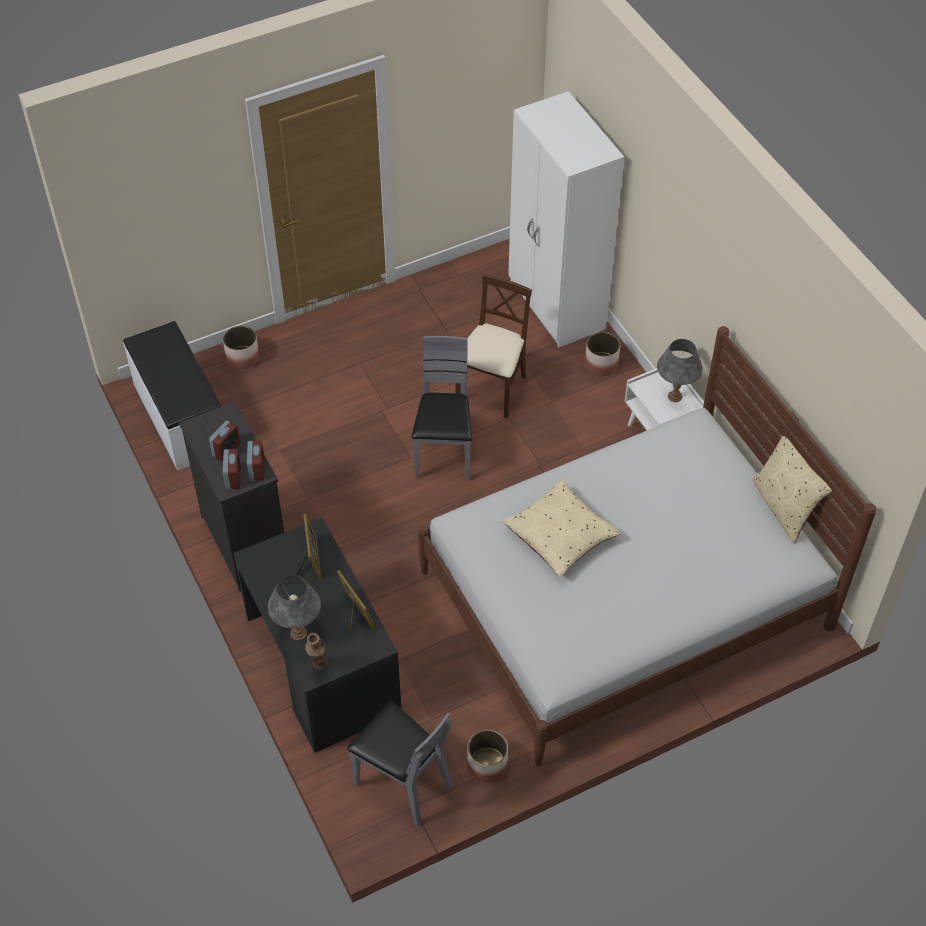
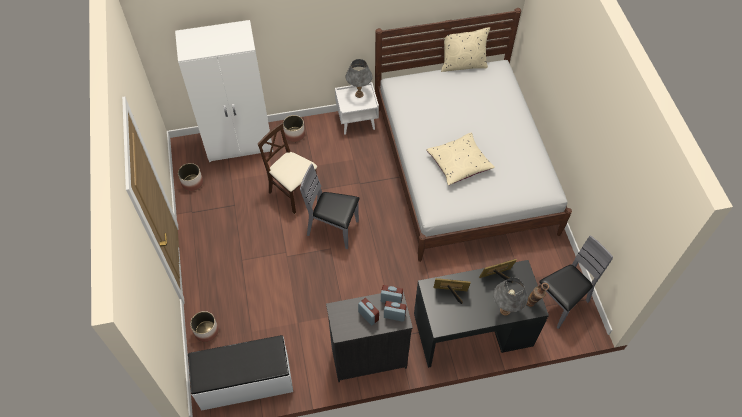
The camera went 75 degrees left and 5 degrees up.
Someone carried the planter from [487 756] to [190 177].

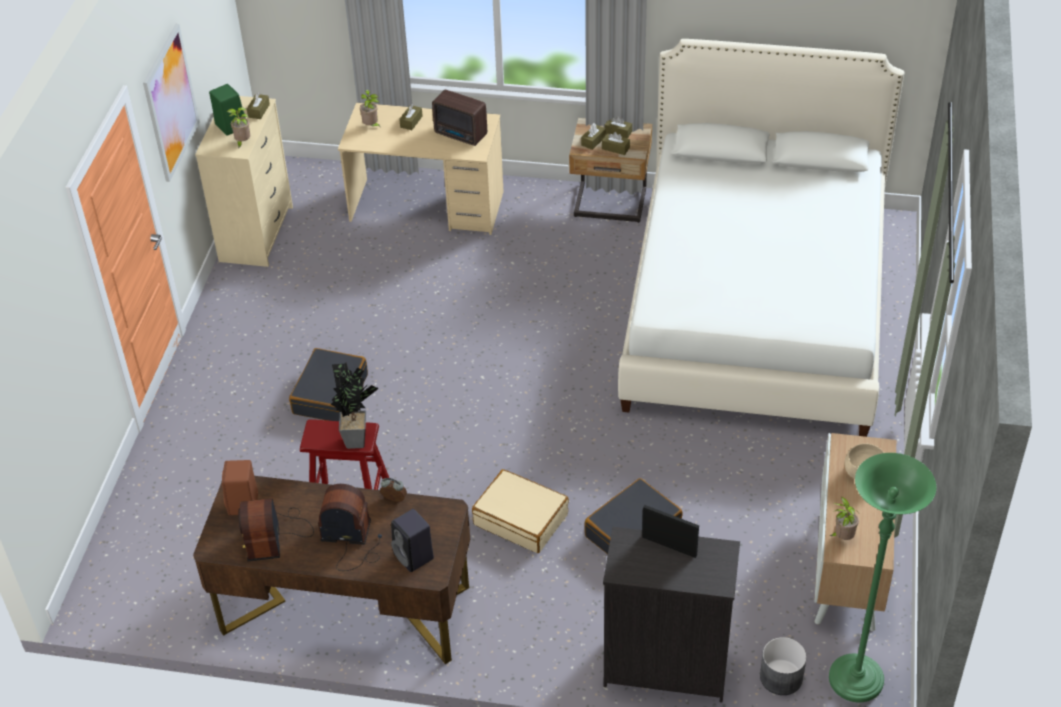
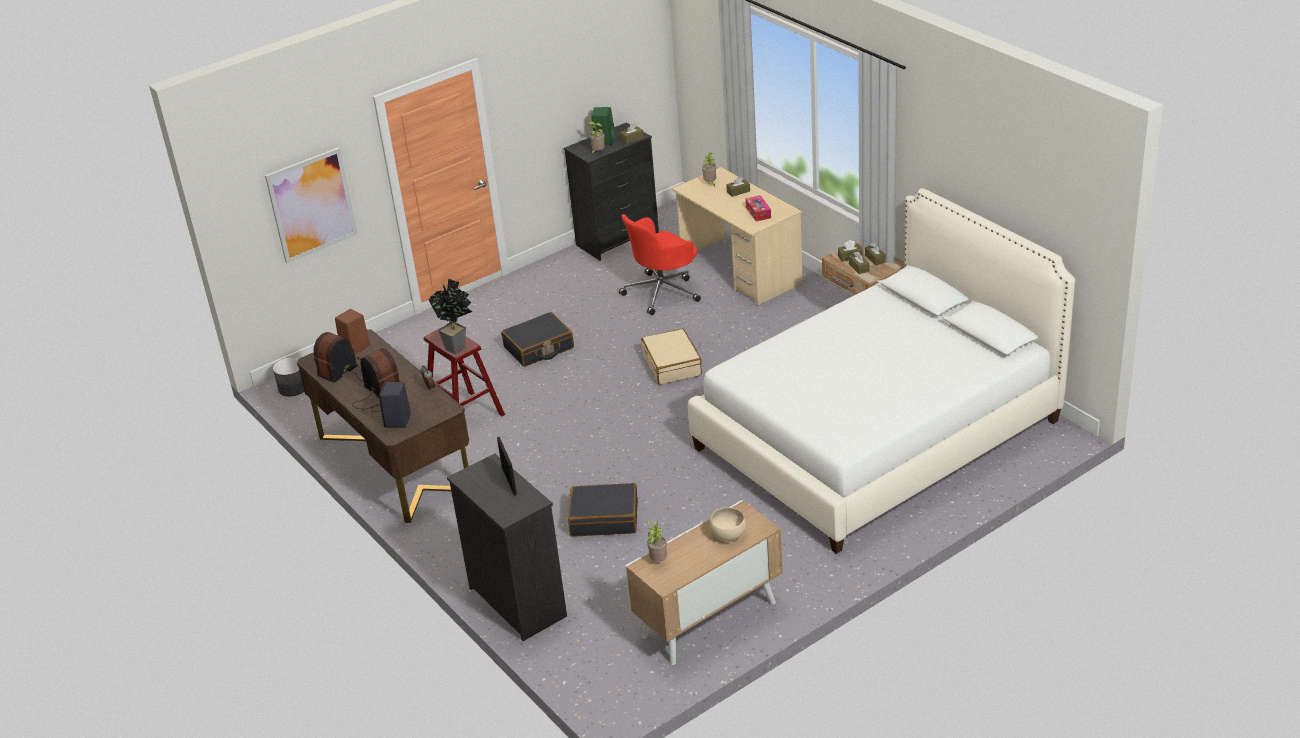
The camera went 45 degrees right and 10 degrees down.
Someone took away the standard lamp (green-coloured) at [883 578].
Someone put down the computer chair (red) at [660 264].
Someone carried the wall picture from [171 103] to [311 205].
Someone carried the piece of luggage (beige-coloured) from [520 511] to [671 356].
Someone carried the planter (grey) from [783 666] to [288 377].
Someone swapped the radio set at [459 118] for the box of tissues at [758 208].
Someone repainted the chest of drawers (beige-coloured) at [244 181], which became the chest of drawers (black) at [611 191].

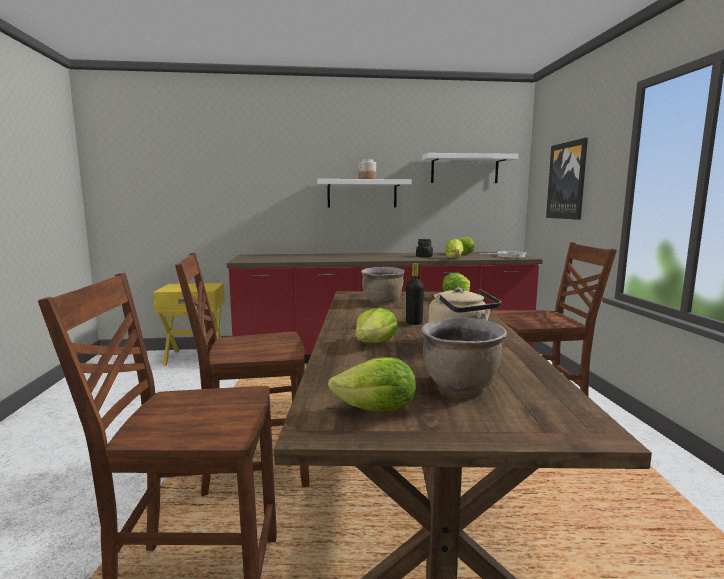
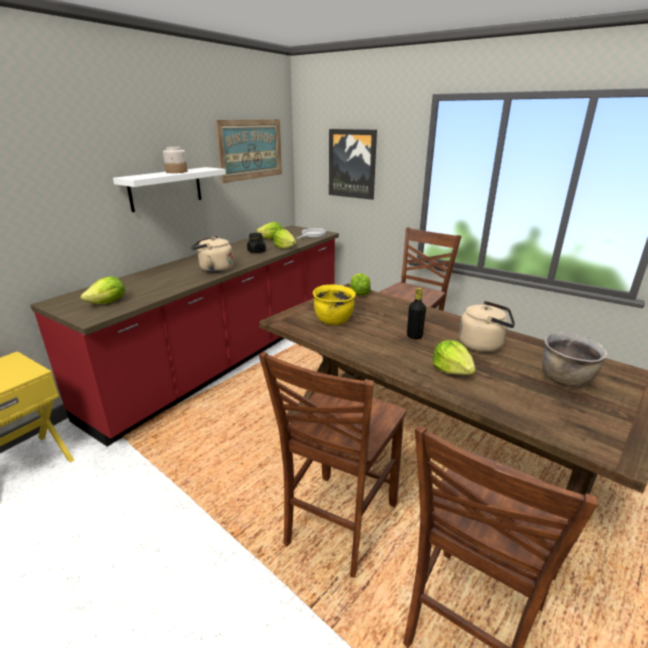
The camera went 50 degrees left and 15 degrees up.
Someone put down the kettle (beige-coloured) at [212 254].
Someone carried the lettuce from [372 384] to [103 290].
Someone swapped the shelf (white-coloured) at [470 168] for the wall picture at [248 151].
Someone repainted the cooking pot (brown) at [383 285], which became the cooking pot (yellow-coloured) at [334 304].

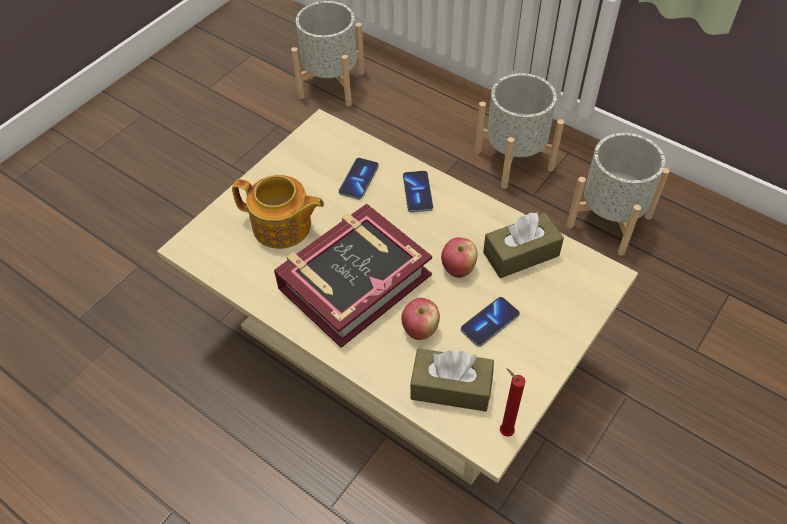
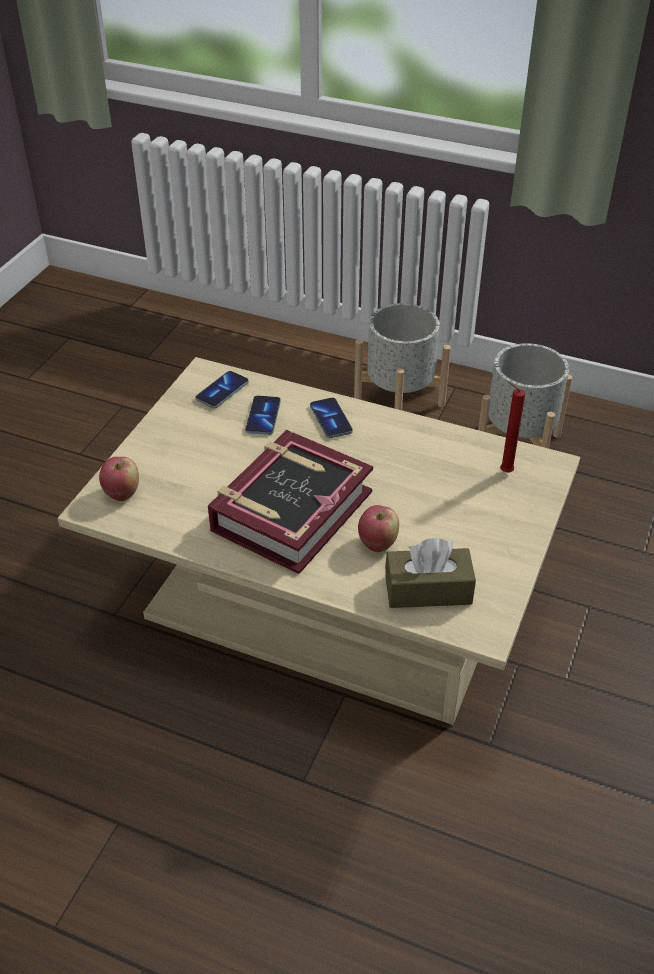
The camera went 15 degrees left and 10 degrees down.
Someone took away the teapot at [278 212].
Someone took away the planter (grey) at [328 53].
Someone took away the box of tissues (brown) at [523 245].
Someone carried the apple from [459 257] to [119 479].
Someone carried the phone from [490 322] to [222 389].
Someone carried the wax candle (red) from [512 402] to [512 426].

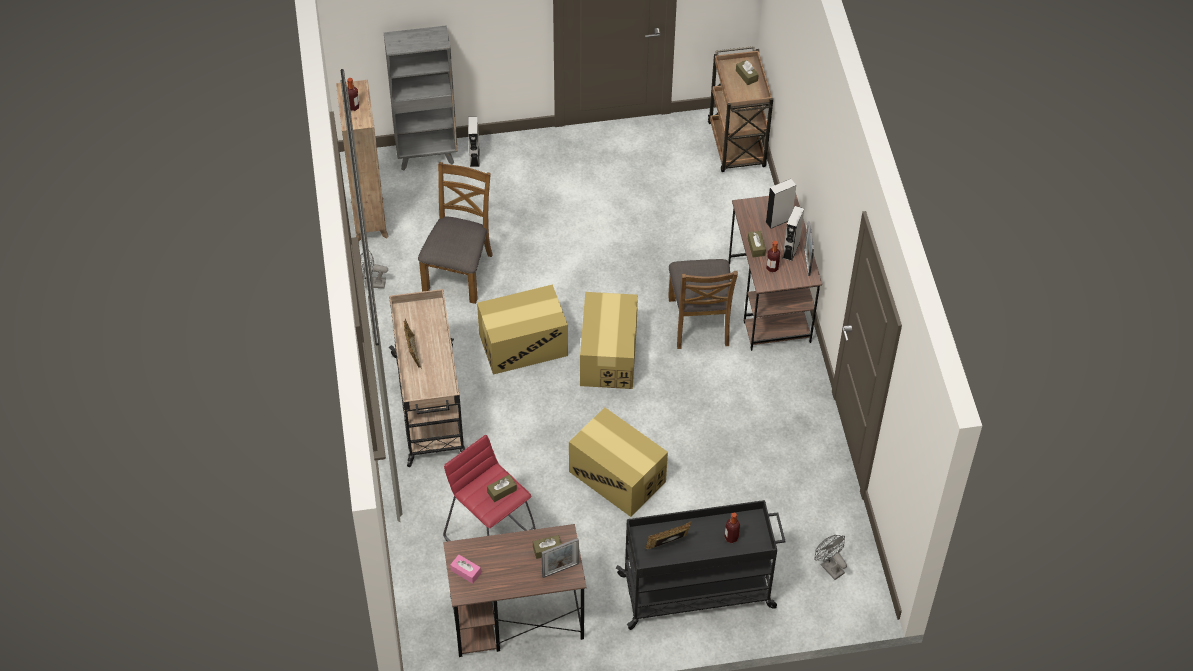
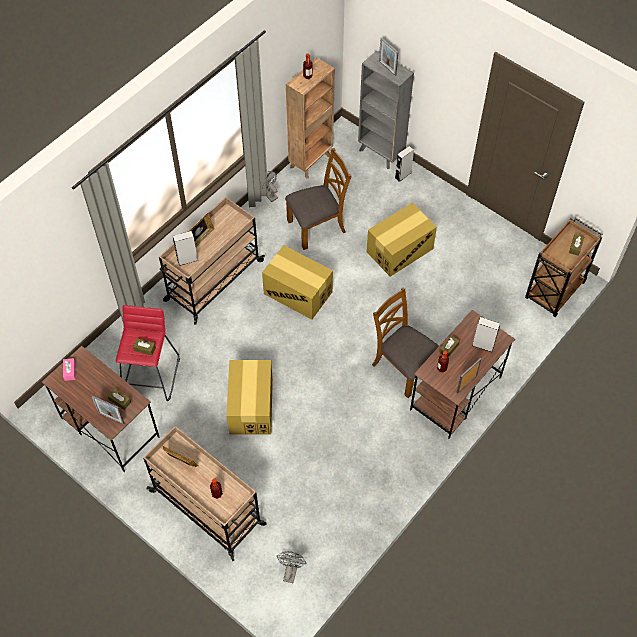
The camera went 50 degrees right and 5 degrees up.
Someone put down the photo frame at [388 56].
Someone carried the cardboard box from [609 340] to [402 240].
Someone carried the audio speaker (grey) from [793 233] to [185 248].
Someone repainted the cart (black) at [701 565], which became the cart (beige-coloured) at [205 493].
Someone rotated the chair (brown) at [703 304] by 90 degrees clockwise.

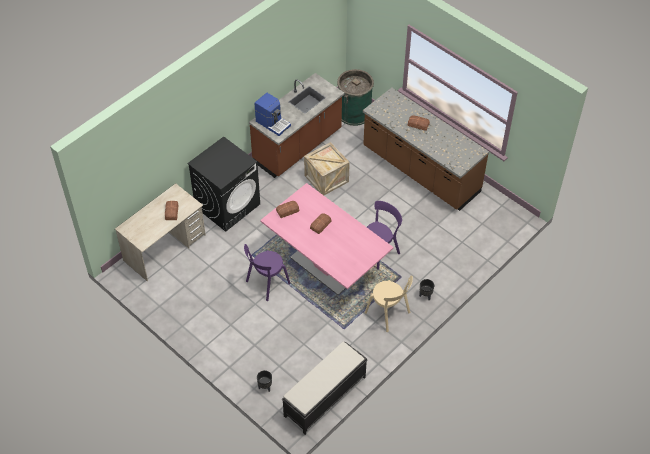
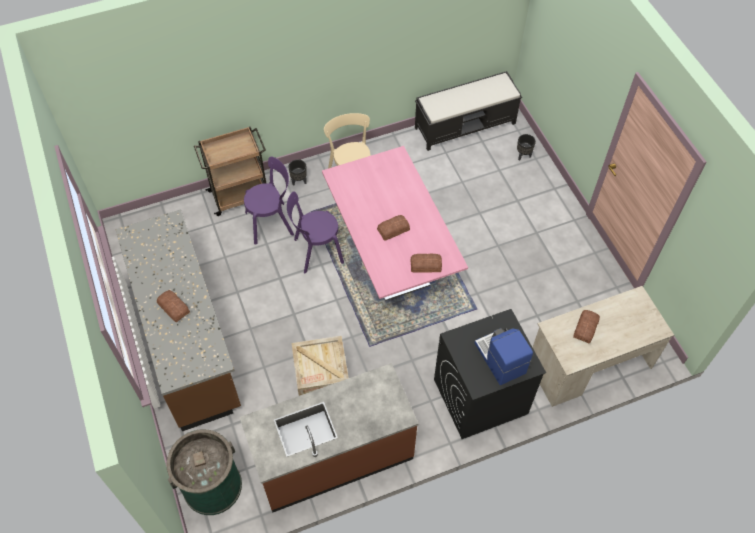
The camera went 155 degrees left and 5 degrees up.
Someone put down the cart (brown) at [230 171].
Someone carried the chair (purplish) from [267 272] to [269 200].
Someone carried the coffee machine from [273 114] to [504 356].

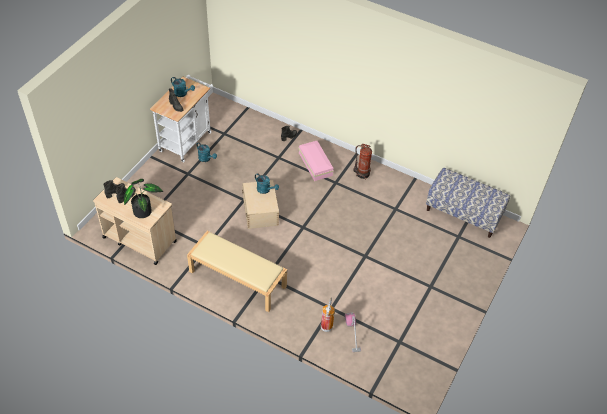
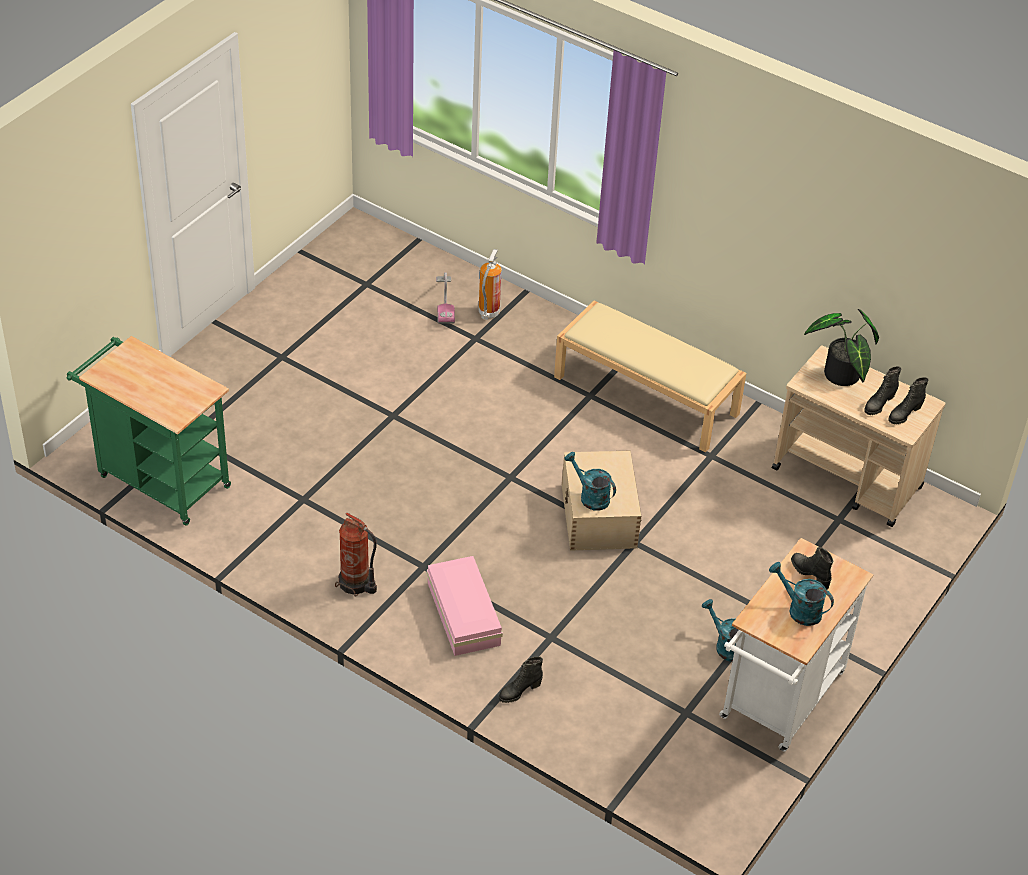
The camera went 175 degrees left and 5 degrees down.
Someone swapped the long seat at [468 203] for the cart (green-coloured) at [149 431].

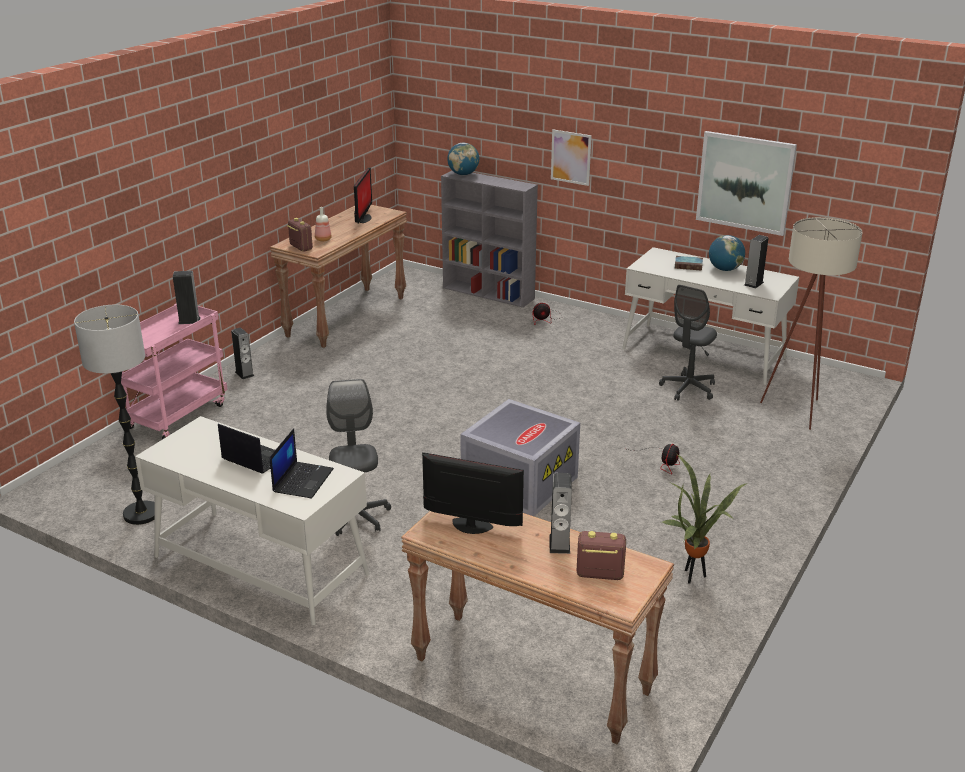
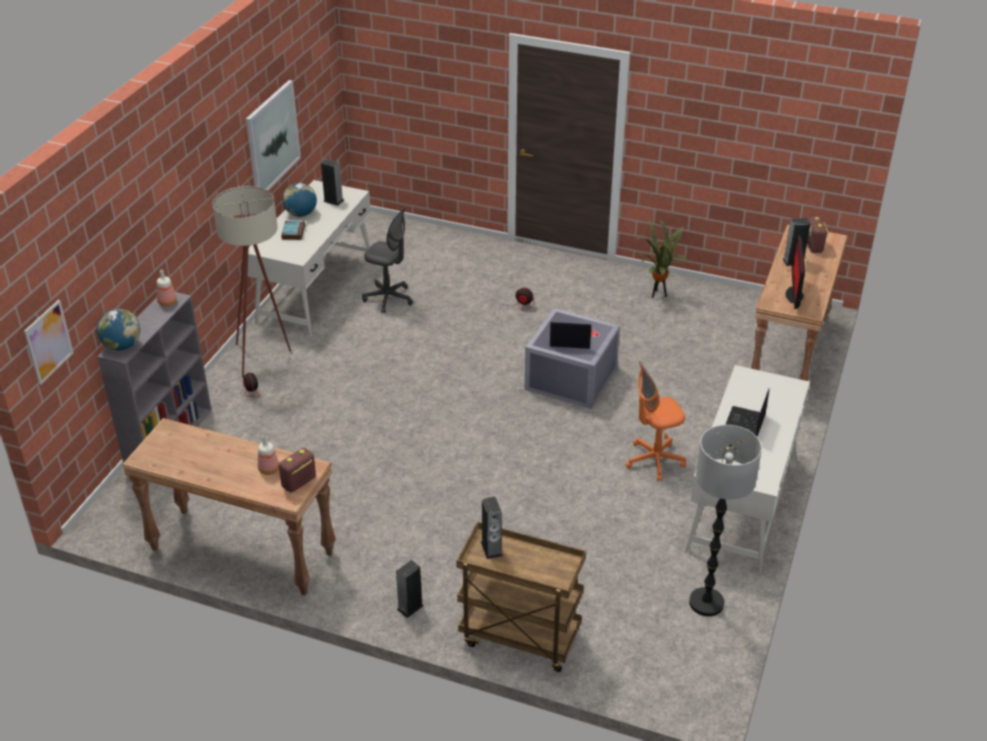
The camera went 100 degrees left and 10 degrees up.
Someone took away the computer screen at [363 195].
Someone put down the drink bottle at [167 288].
Someone carried the laptop from [302 463] to [570 335].
Someone carried the wall picture from [571 157] to [49 342].
Someone carried the standard lamp (beige-coloured) from [811 323] to [252 281].
Someone repainted the cart (pink-coloured) at [174 371], which became the cart (brown) at [521 597].
Someone repainted the computer chair (grey) at [358 457], which became the computer chair (orange) at [656 421].

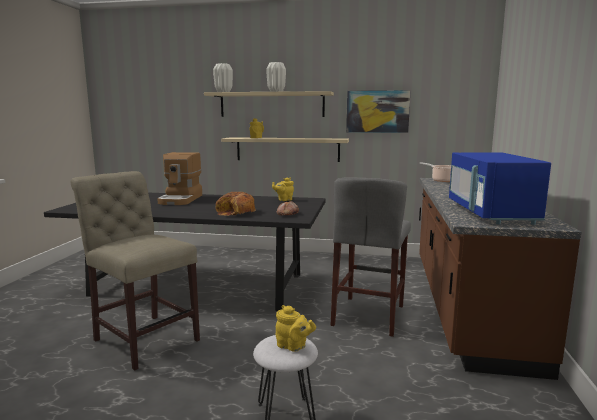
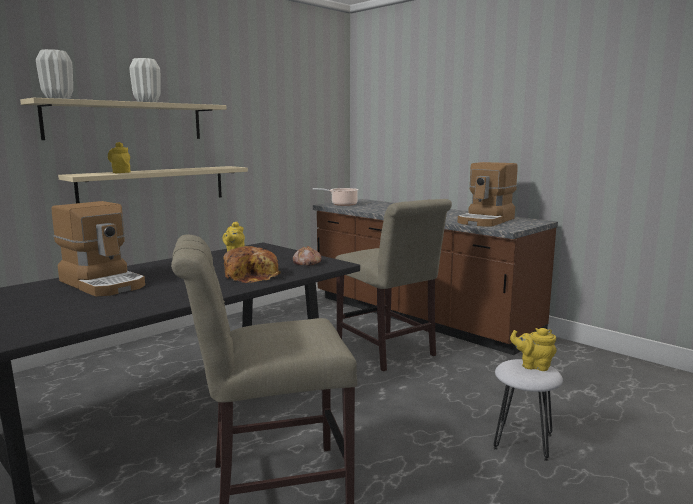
The camera went 55 degrees left and 0 degrees up.
Someone took away the wall picture at [378 111].
Someone swapped the stool seat (grey) at [371 257] for the chair (beige-coloured) at [393 285].
Someone swapped the microwave (bluish) at [500 189] for the coffee machine at [487 194].
Someone rotated the teapot (yellow-coloured) at [296 328] by 135 degrees counterclockwise.

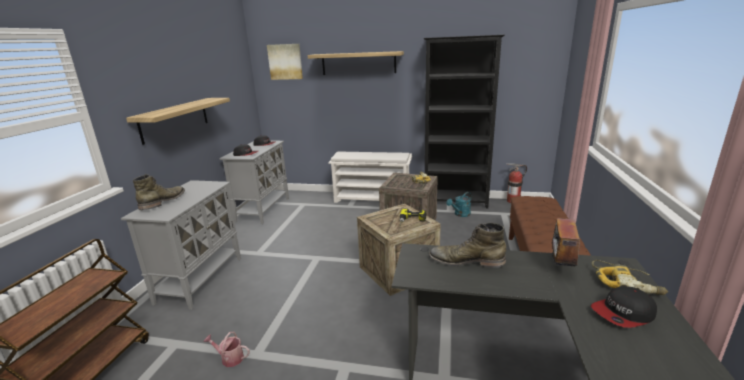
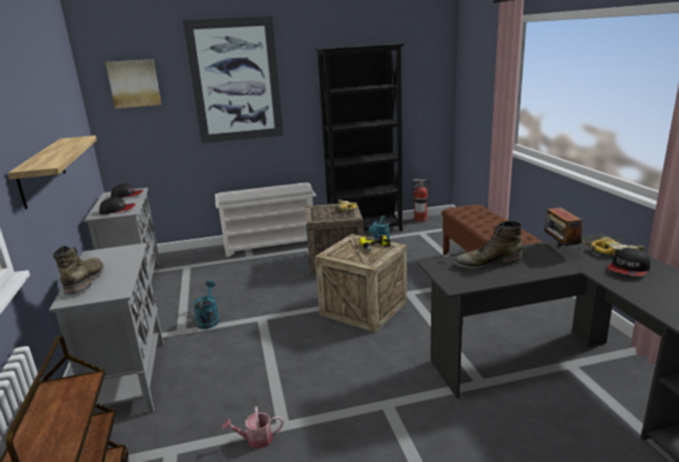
The camera went 25 degrees left and 0 degrees up.
Someone put down the sprinkling can (blue-green) at [206 305].
Someone swapped the shelf at [356 63] for the wall picture at [233 79].

